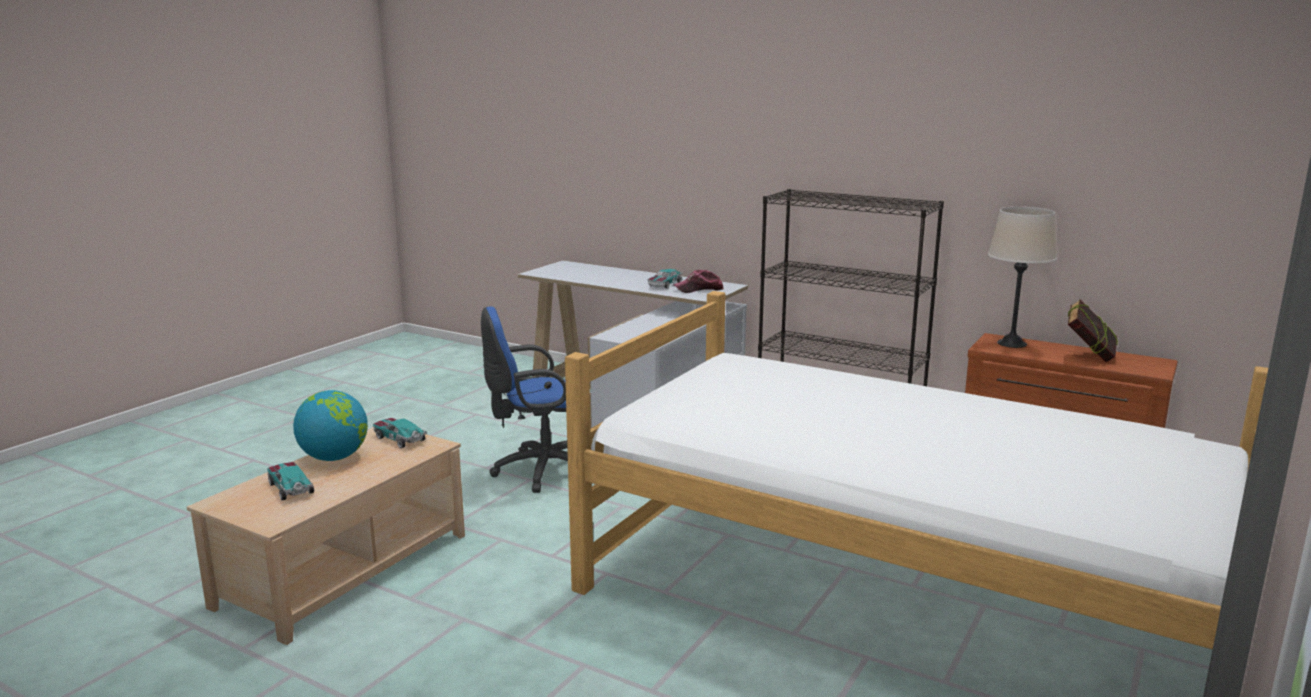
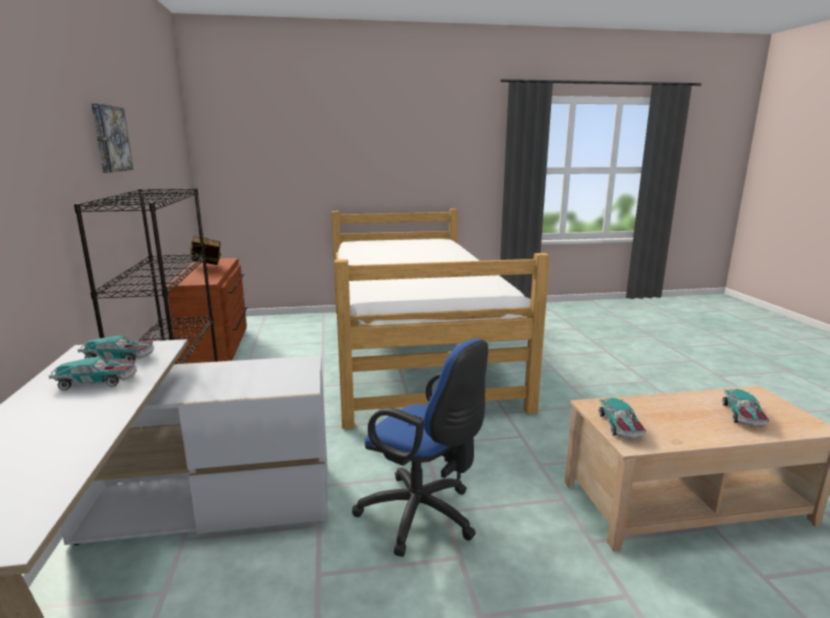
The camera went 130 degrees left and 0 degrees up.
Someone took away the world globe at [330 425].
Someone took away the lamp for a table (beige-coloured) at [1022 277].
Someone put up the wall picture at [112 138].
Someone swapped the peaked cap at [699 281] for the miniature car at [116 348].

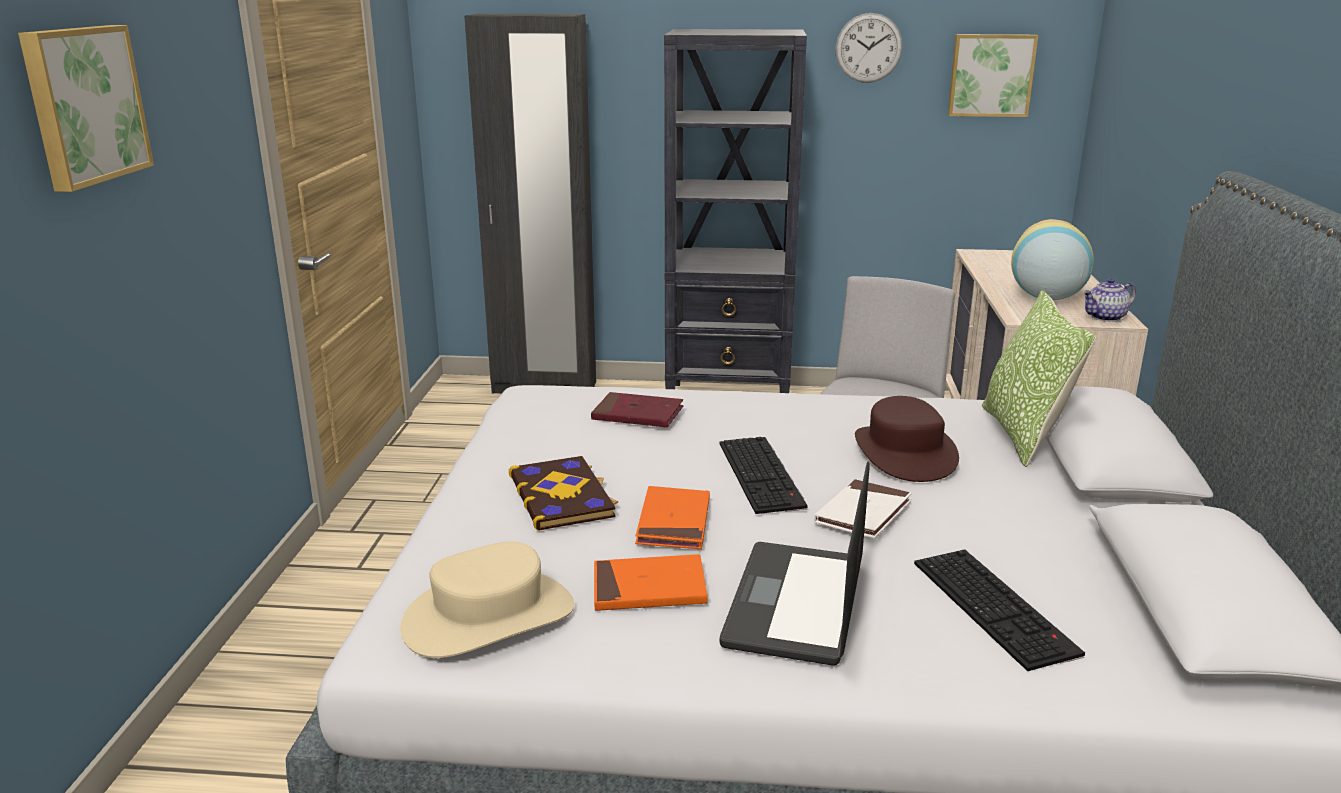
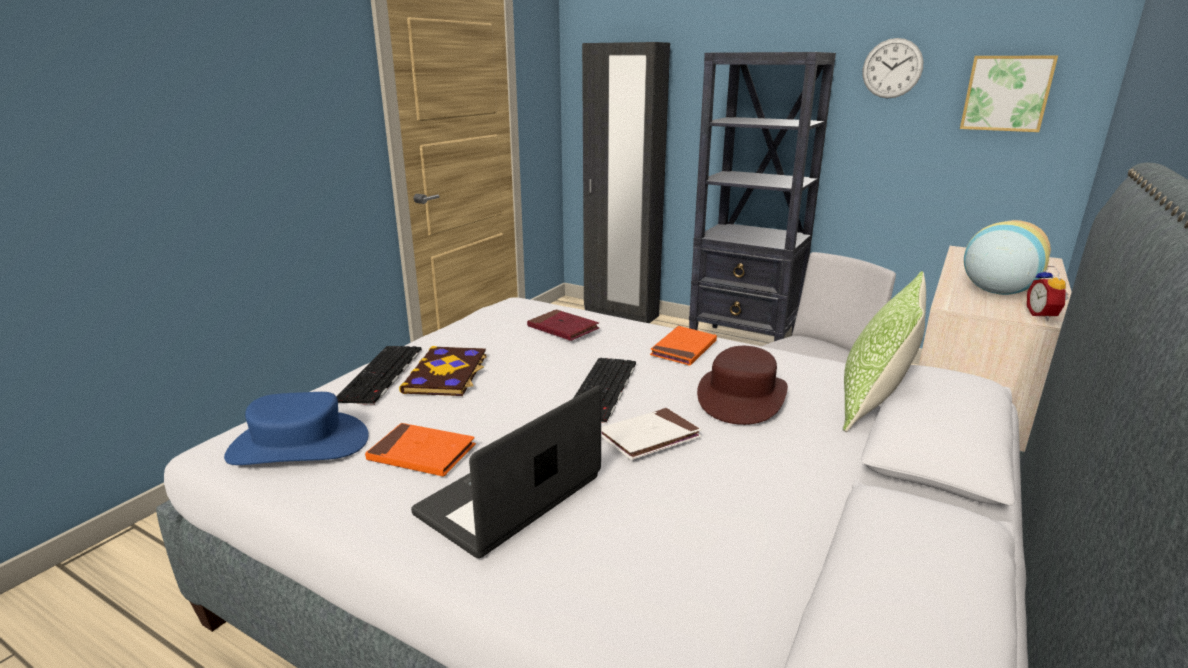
The camera went 25 degrees right and 0 degrees up.
Someone took away the wall picture at [86 108].
Someone carried the volume (orange) from [672 518] to [683 346].
Someone carried the computer keyboard from [999 610] to [379 375].
Someone swapped the teapot at [1109 300] for the table clock at [1047 293].
Someone repainted the wearable hat (beige-coloured) at [487 600], which became the wearable hat (bluish) at [296 428].

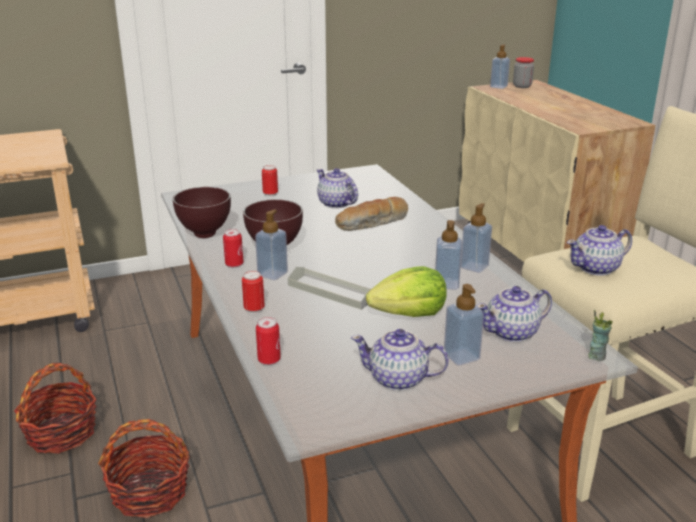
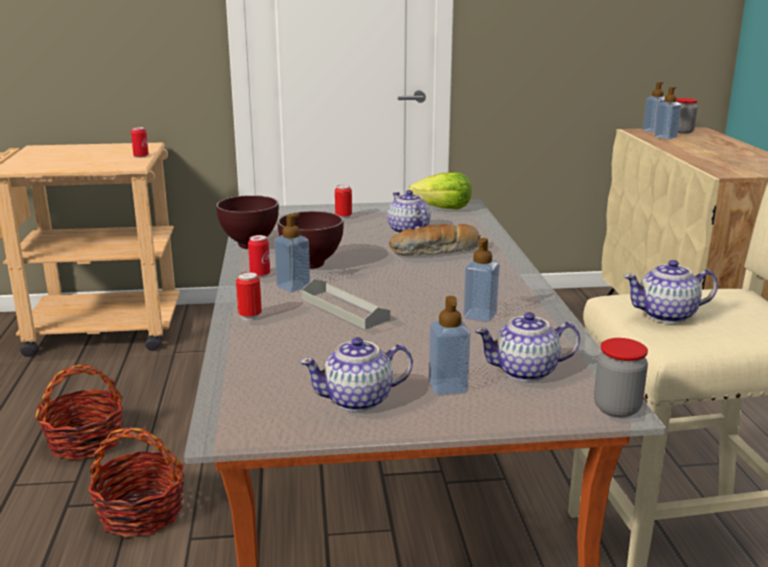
The camera went 15 degrees right and 5 degrees down.
Someone carried the can from [268 341] to [140 142].
Someone carried the lettuce from [406 291] to [439 191].
Someone carried the soap bottle from [476 238] to [667 113].
Someone swapped the cup at [600 335] for the storage jar at [621 377].
Someone rotated the teapot at [400 360] by 45 degrees counterclockwise.

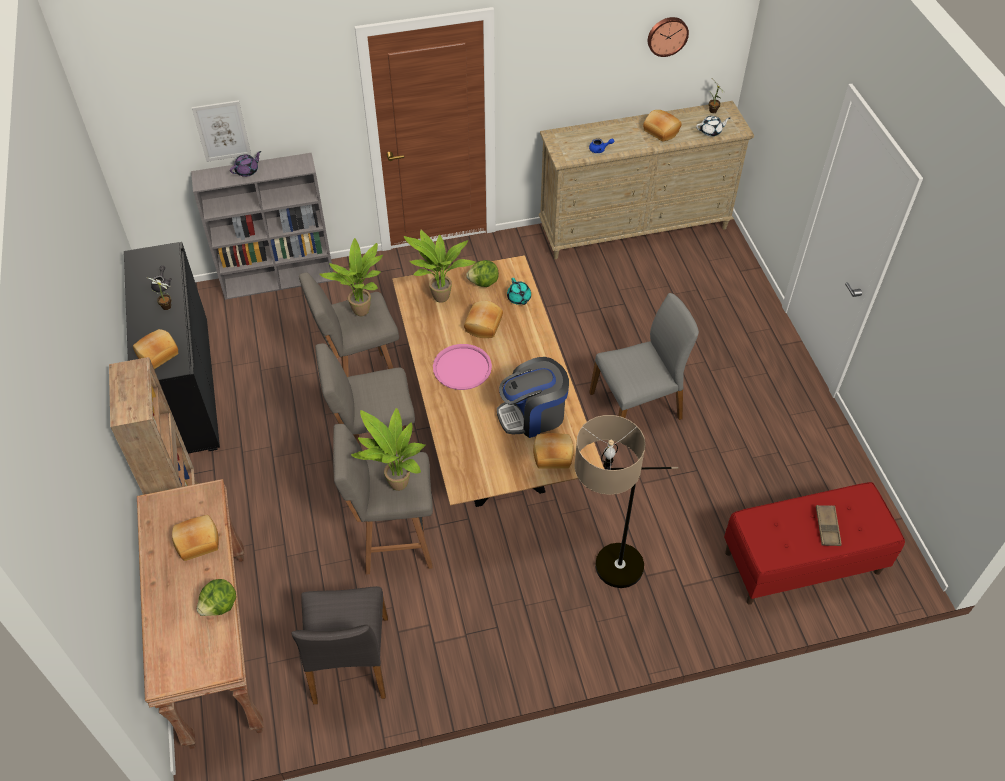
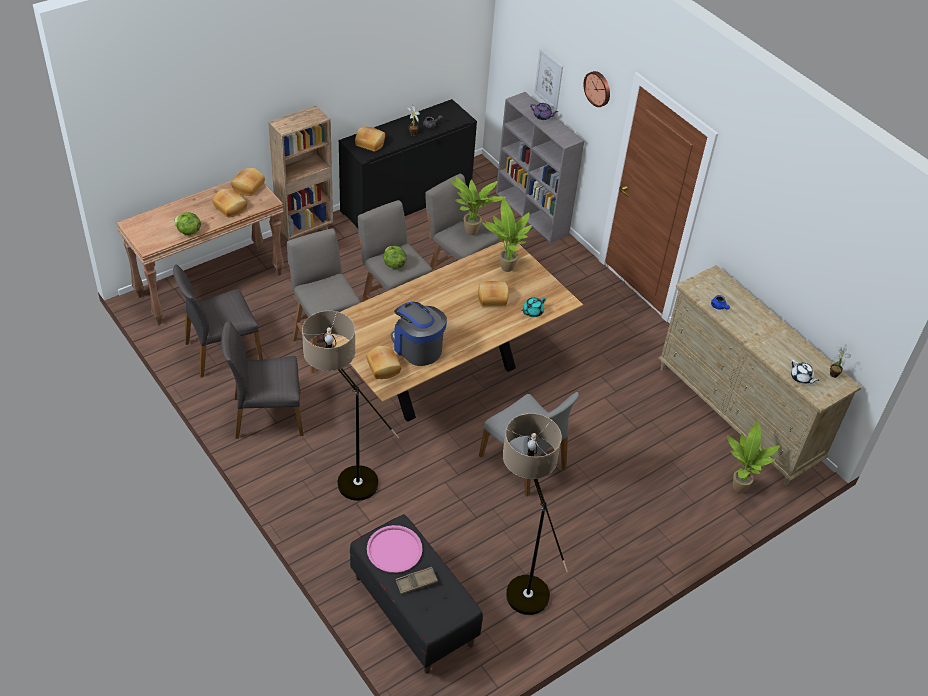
The camera went 65 degrees right and 5 degrees down.
Someone put down the chair (grey) at [262 380].
Someone put down the standard lamp at [535 514].
Someone carried the houseplant from [388 449] to [753 457].
Someone carried the carrying tray (pink-coloured) from [462 367] to [395 549].
Someone carried the lettuce from [482 273] to [394 257].
Someone carried the baked bread from [662 125] to [248 182].
Someone carried the wall clock from [668 37] to [596 89].
Someone repainted the long seat (red) at [814 543], which became the long seat (black) at [416 594].

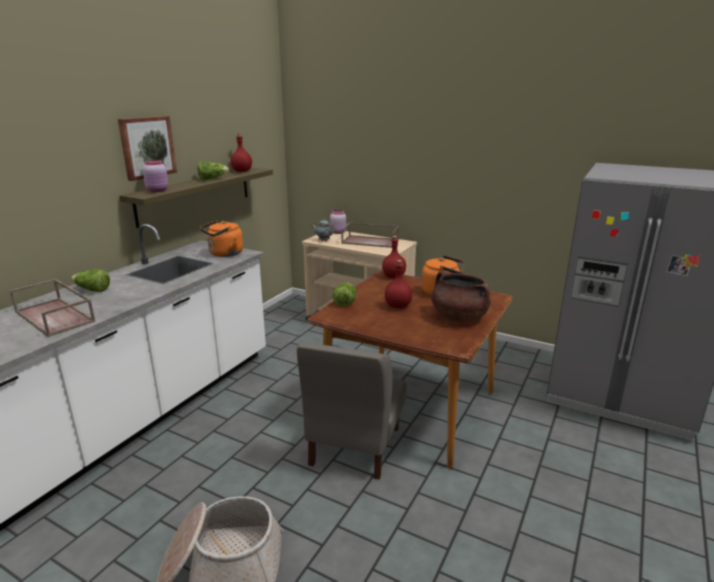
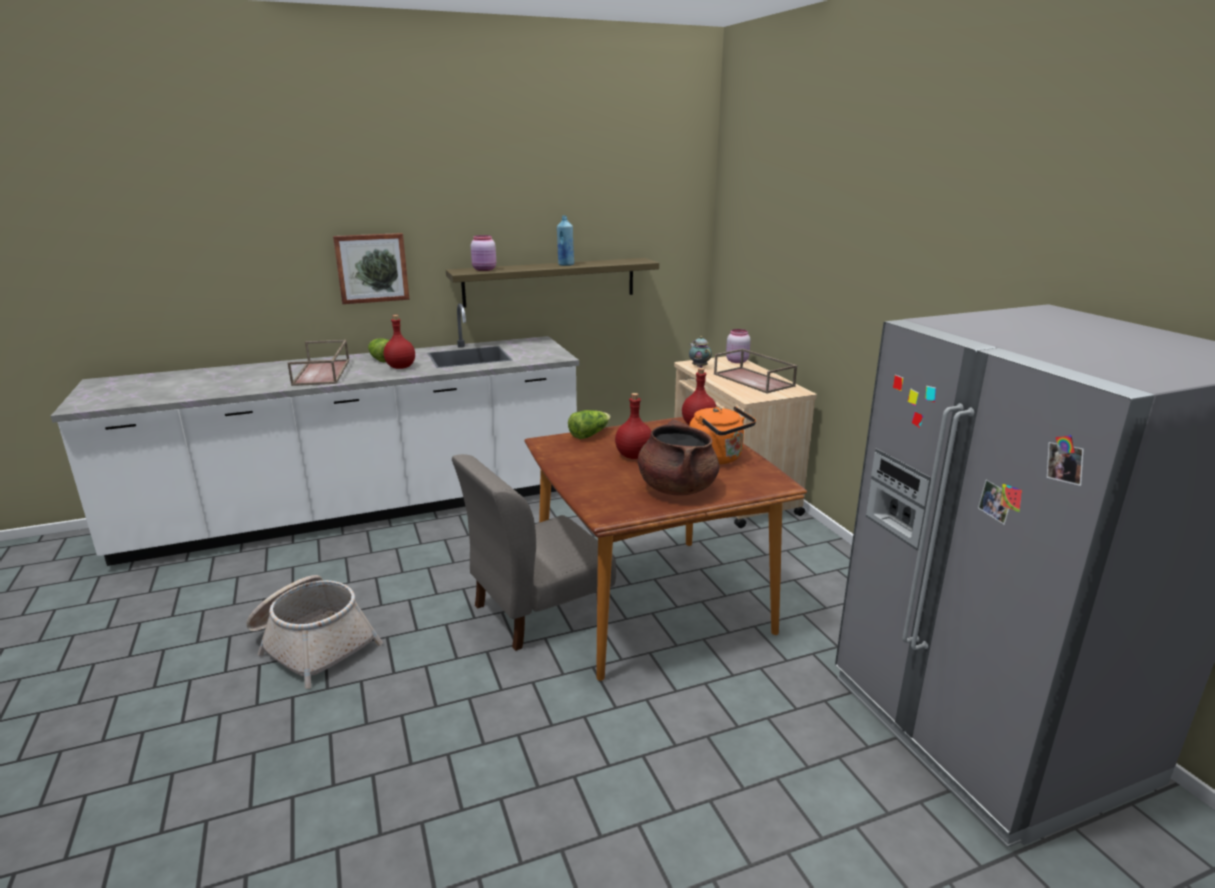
The camera went 40 degrees right and 0 degrees up.
Someone took away the kettle (orange) at [221 238].
Someone carried the wall picture from [147 148] to [371 268].
Someone carried the drink bottle (red) from [241 152] to [399 342].
Someone swapped the lettuce at [213 171] for the drink bottle (bluish) at [565 240].

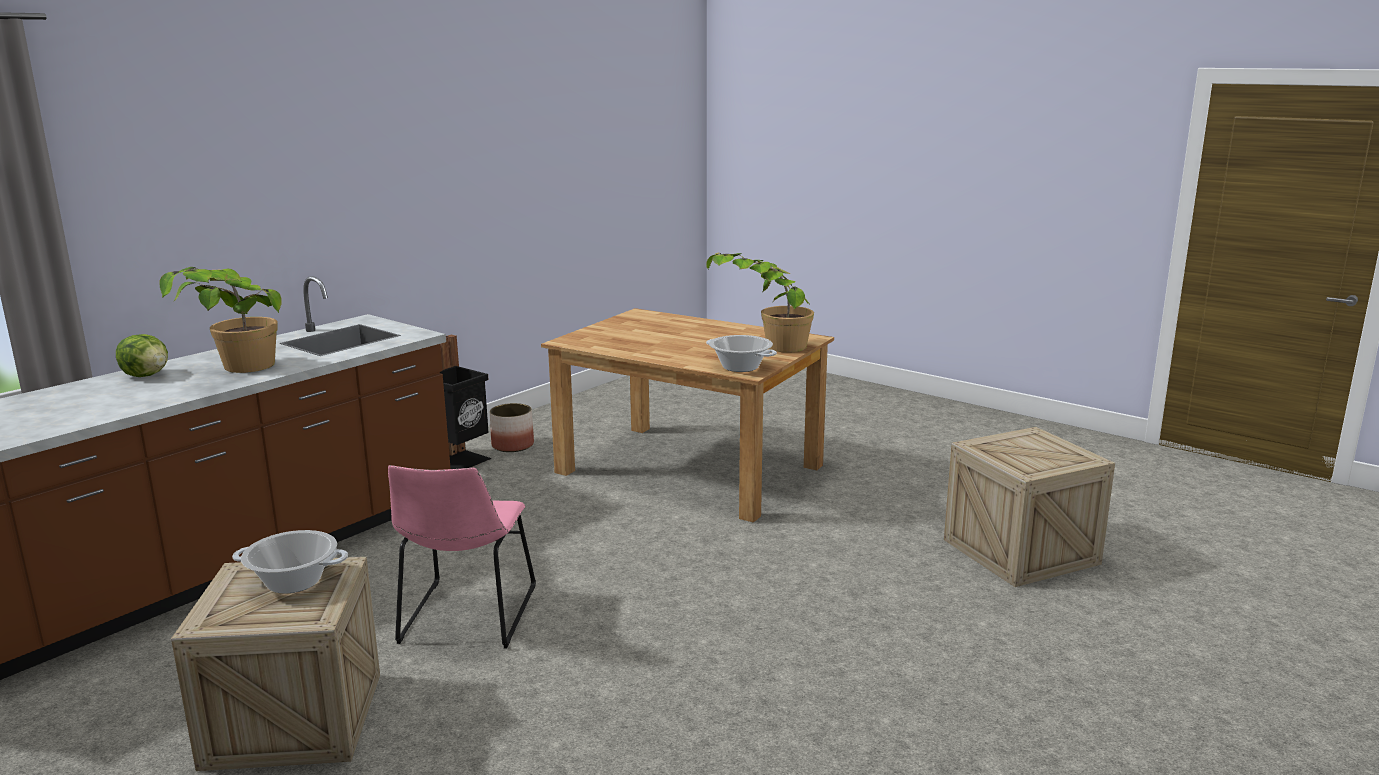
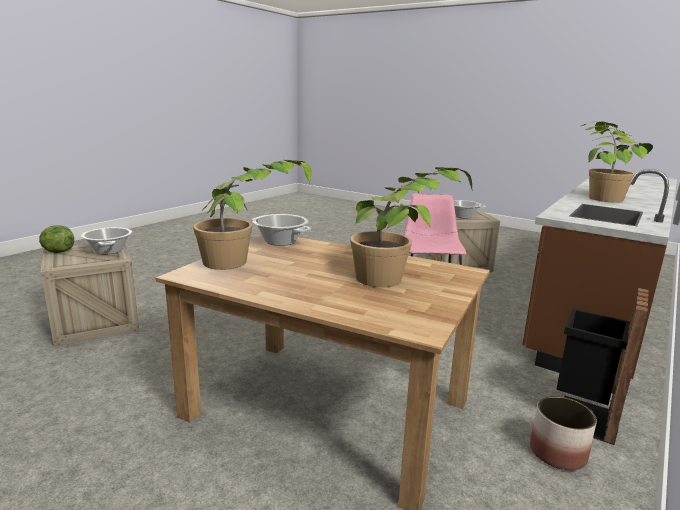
The camera went 175 degrees right and 0 degrees up.
Someone put down the cooking pot at [106 240].
Someone put down the houseplant at [411 227].
Someone carried the lettuce from [142 355] to [56 239].

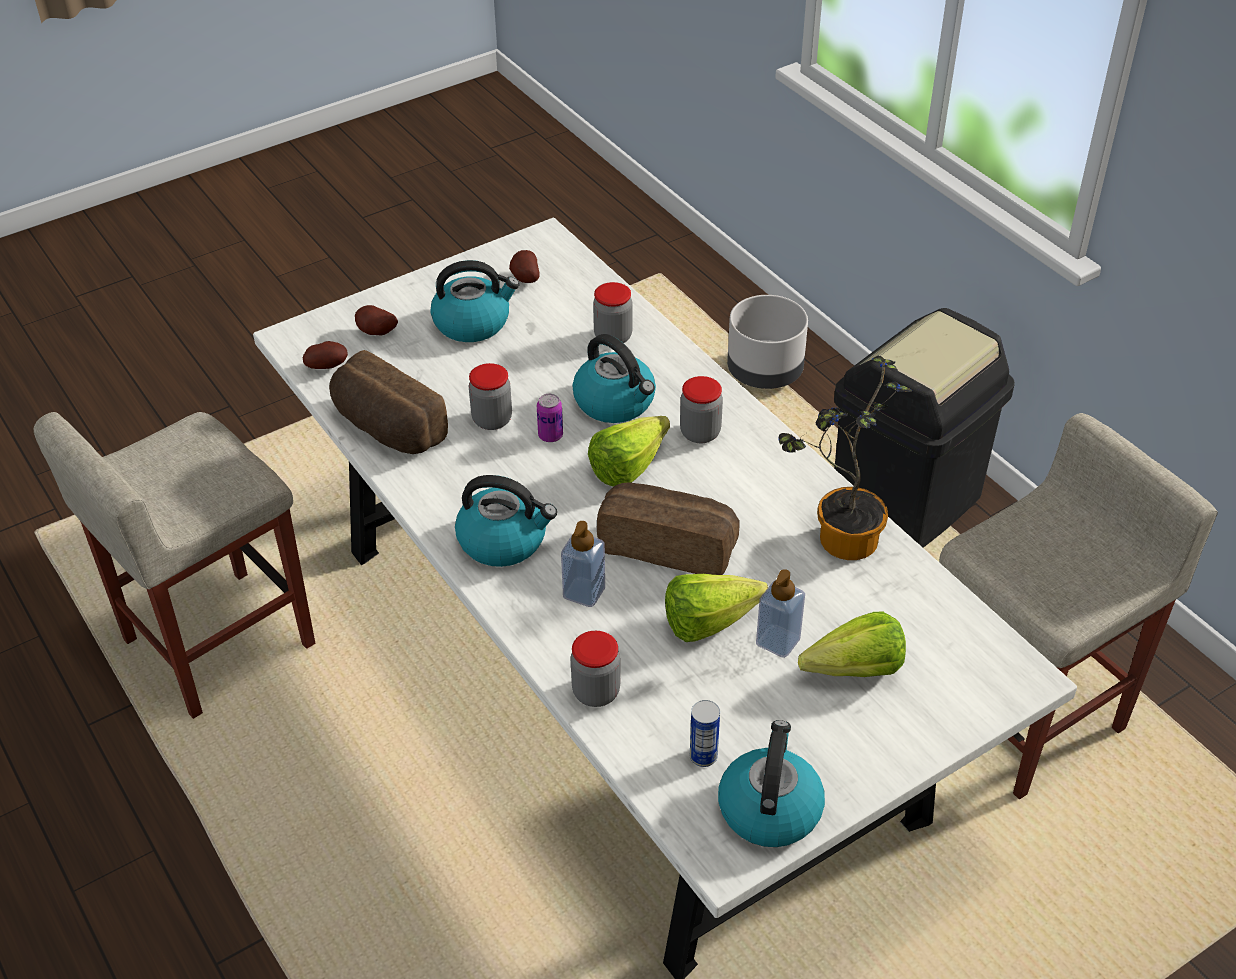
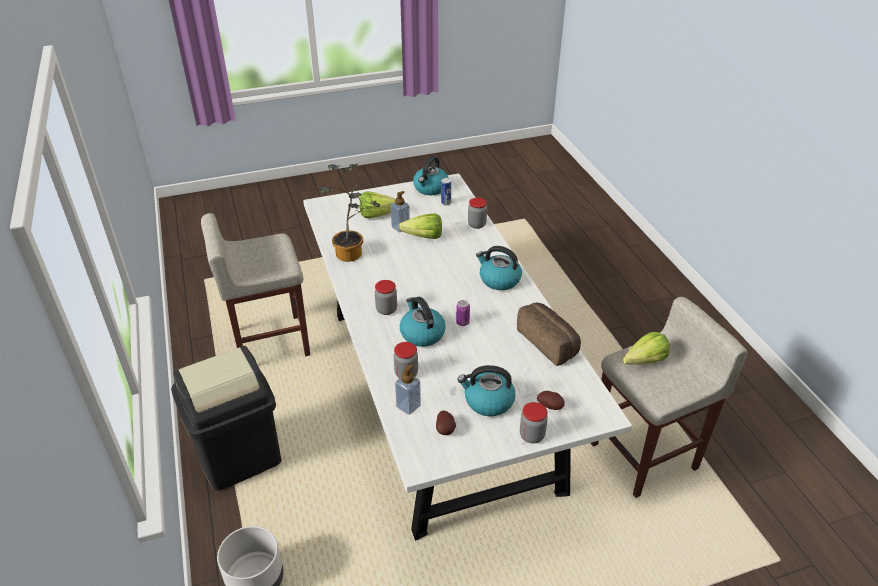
The camera went 165 degrees left and 5 degrees down.
Someone took away the whole potato at [325 355].
Someone took away the baked bread at [668 528].
Someone carried the storage jar from [490 396] to [534 423].
Someone carried the soap bottle from [583 564] to [408 389].
Someone carried the lettuce from [629 451] to [646 348].

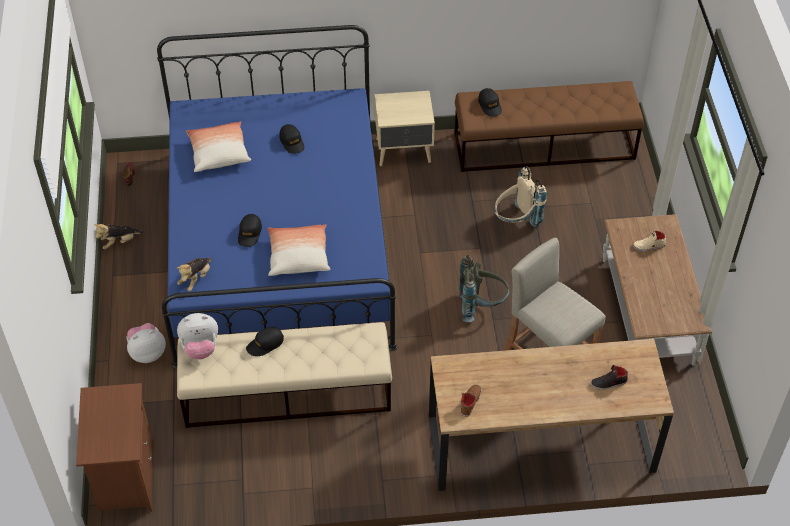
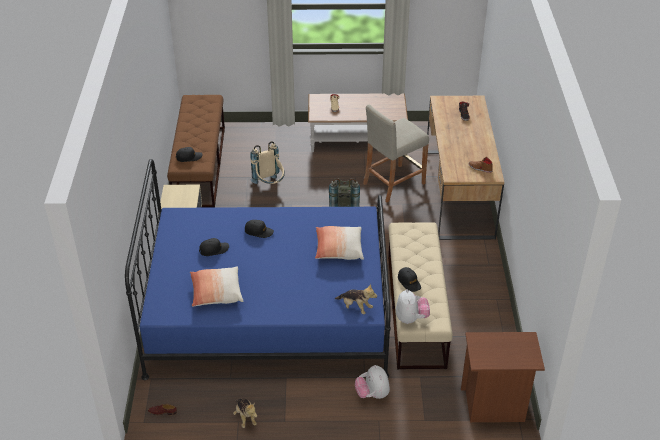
The camera went 85 degrees left and 10 degrees down.
Someone carried the peaked cap (black) from [250 230] to [259 229].

